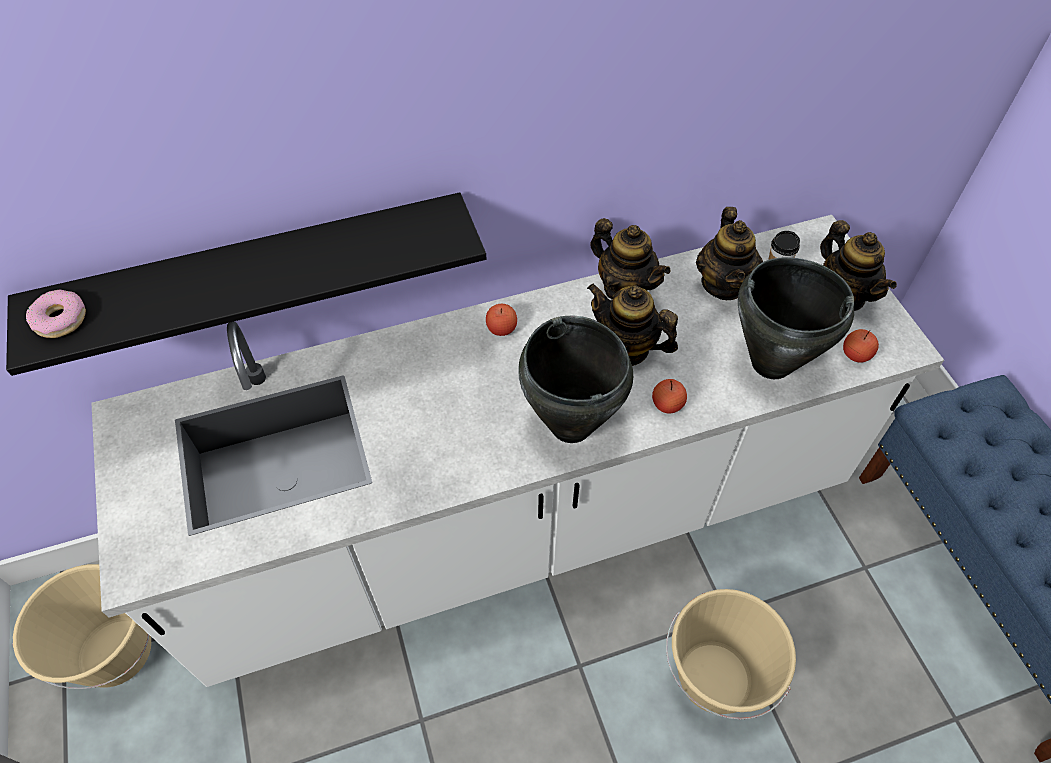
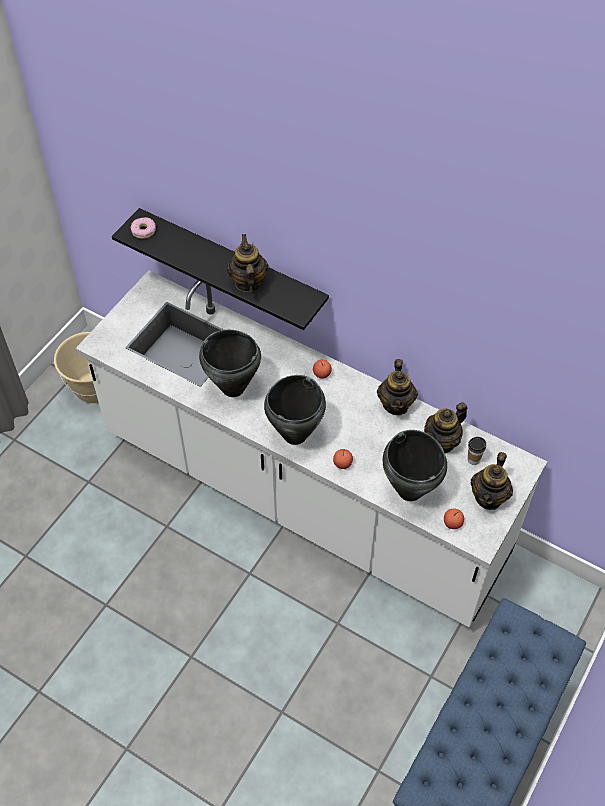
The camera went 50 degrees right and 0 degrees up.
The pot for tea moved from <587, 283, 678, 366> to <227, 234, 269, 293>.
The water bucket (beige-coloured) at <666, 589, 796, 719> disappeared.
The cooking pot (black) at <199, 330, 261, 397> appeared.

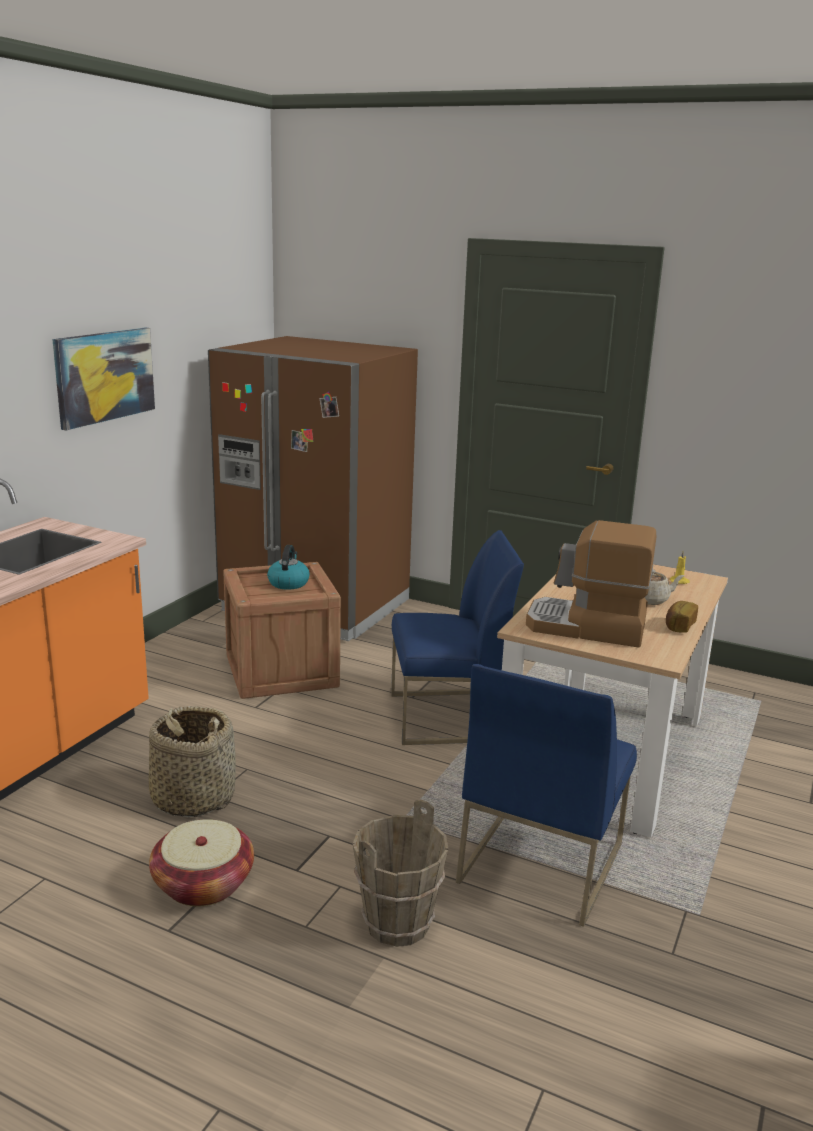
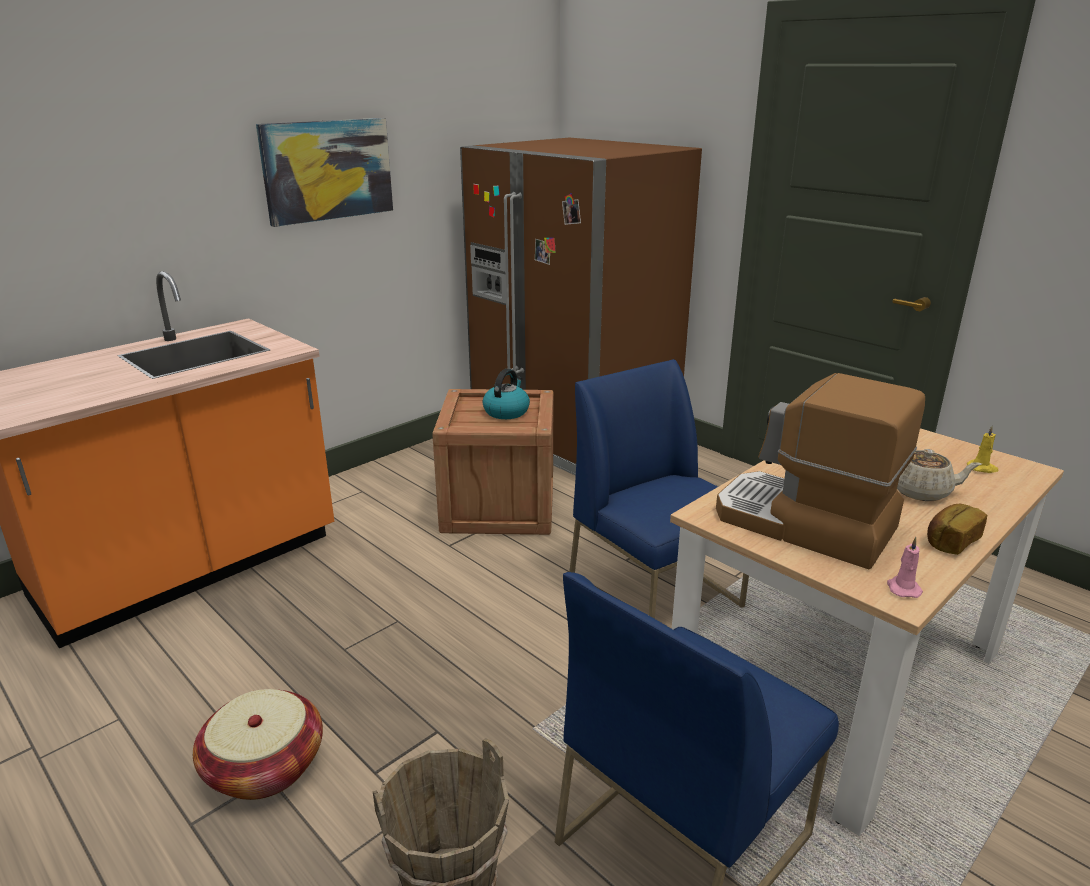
The camera went 20 degrees right and 5 degrees up.
The upright chair (blue-coloured) at <391, 530, 524, 745> turned 135 degrees counterclockwise.
The basket at <149, 706, 236, 817> disappeared.
The candle (pink-coloured) at <887, 537, 923, 598> appeared.

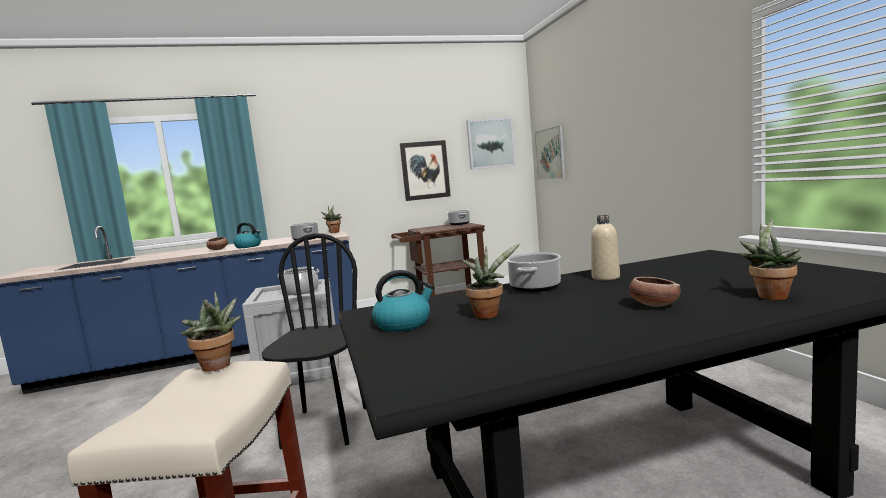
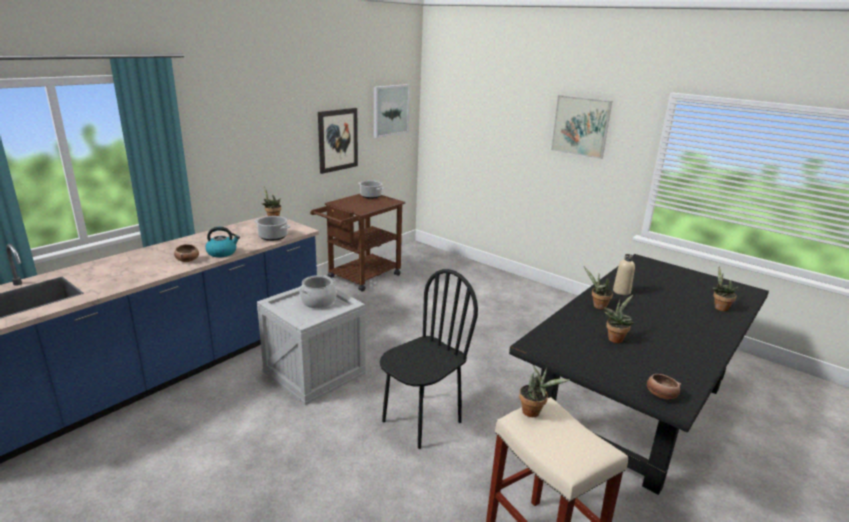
The camera went 35 degrees left and 15 degrees up.
The wall picture moved from <535, 125, 565, 180> to <551, 95, 612, 159>.
The upright chair (black) at <262, 233, 366, 449> turned 75 degrees clockwise.
The cooking pot at <506, 253, 561, 292> was replaced by the houseplant at <584, 267, 613, 310>.
The kettle at <372, 270, 435, 332> disappeared.
The bowl moved from <629, 277, 681, 307> to <647, 374, 681, 399>.

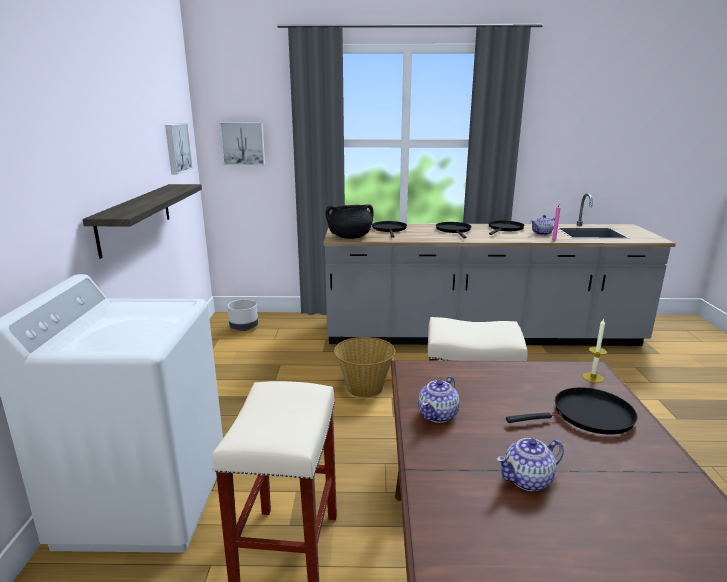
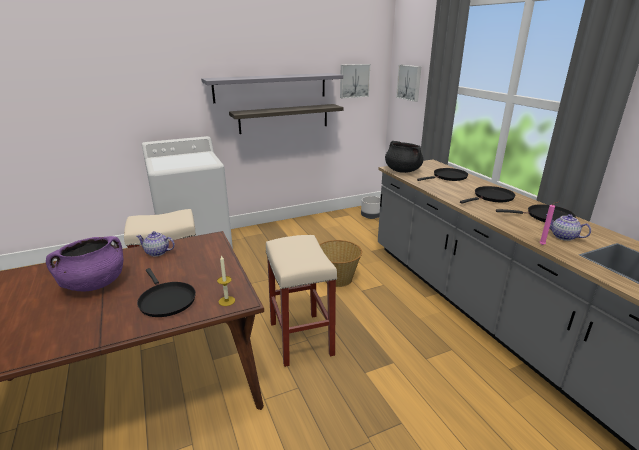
The camera went 65 degrees right and 5 degrees up.
The pot for tea at <497, 438, 564, 491> was replaced by the cooking pot (purple) at <46, 236, 123, 291>.
The wall shelf (gray) at <201, 73, 343, 103> appeared.

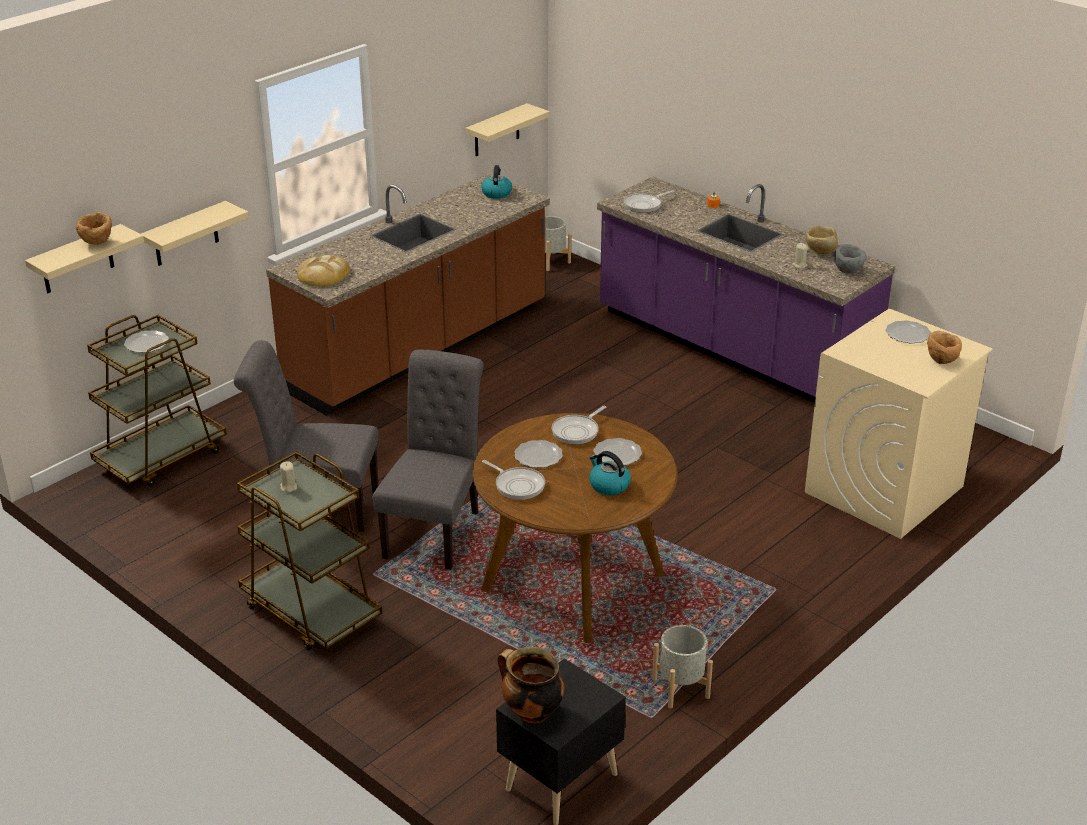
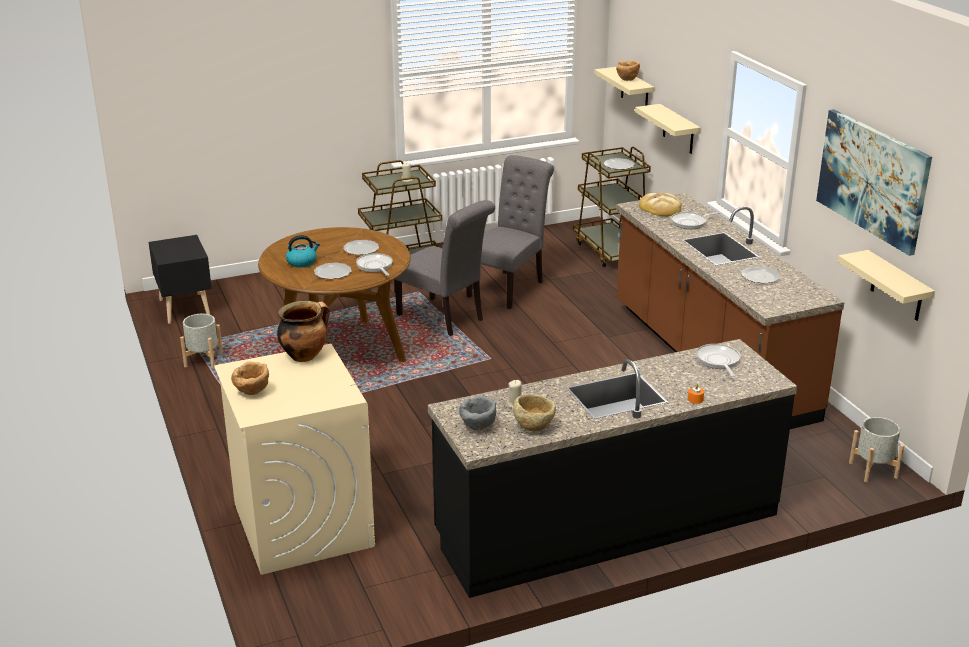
The camera went 115 degrees right and 5 degrees down.
The kettle at <481, 165, 512, 199> disappeared.
The kitchen counter (purple) at <597, 176, 895, 403> became the kitchen counter (black) at <428, 339, 797, 598>.
The plate moved from <885, 320, 931, 344> to <741, 266, 781, 284>.
The frying pan moved from <482, 460, 545, 500> to <671, 212, 721, 229>.
The cooking pot moved from <497, 647, 564, 723> to <277, 301, 330, 362>.
The wall picture at <816, 109, 932, 256> appeared.

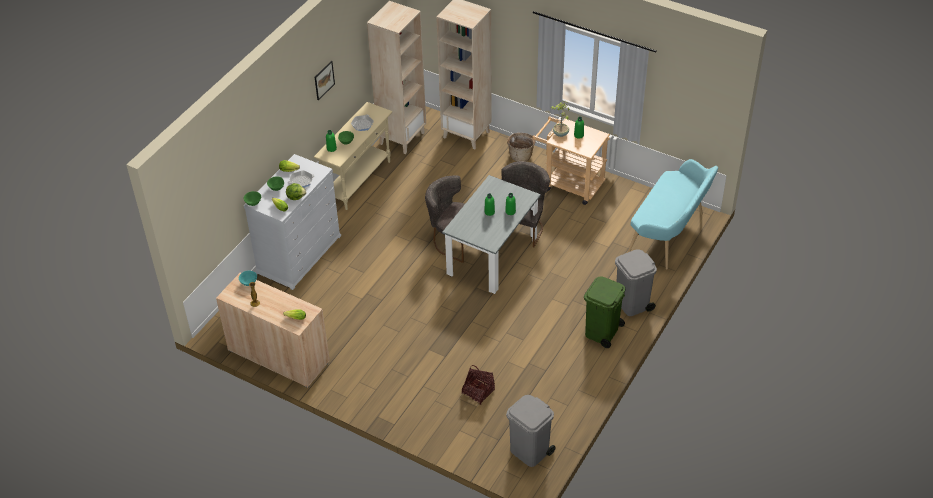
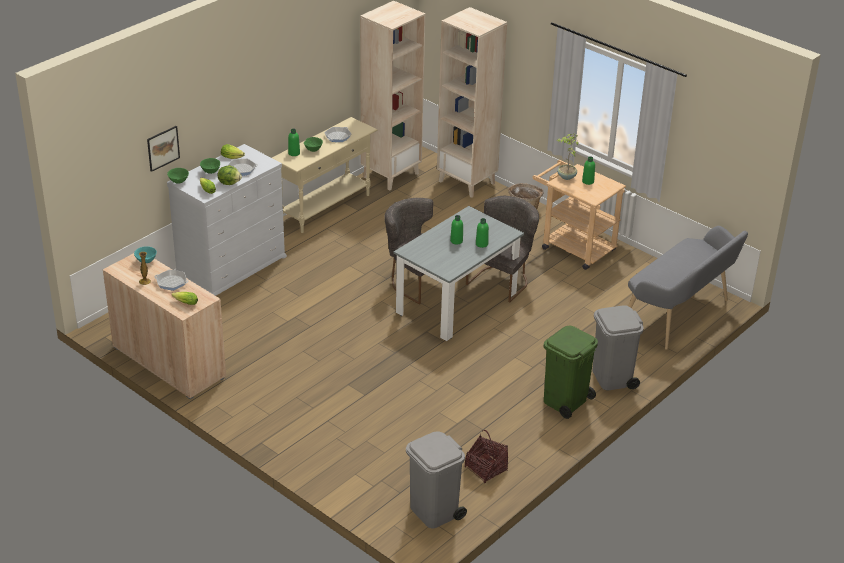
The camera went 10 degrees right and 10 degrees down.
The wall picture moved from <315, 61, 335, 101> to <147, 126, 180, 172>.
The long seat (blue-green) at <627, 159, 718, 269> became the long seat (gray) at <628, 226, 748, 350>.
The basket moved from <462, 365, 495, 404> to <465, 430, 508, 483>.
The frying pan at <155, 270, 188, 291> appeared.

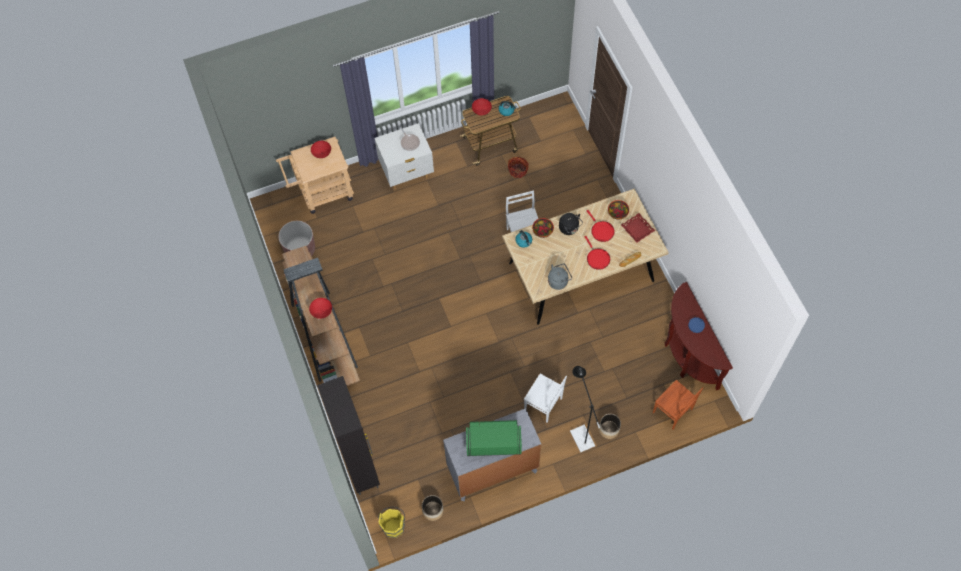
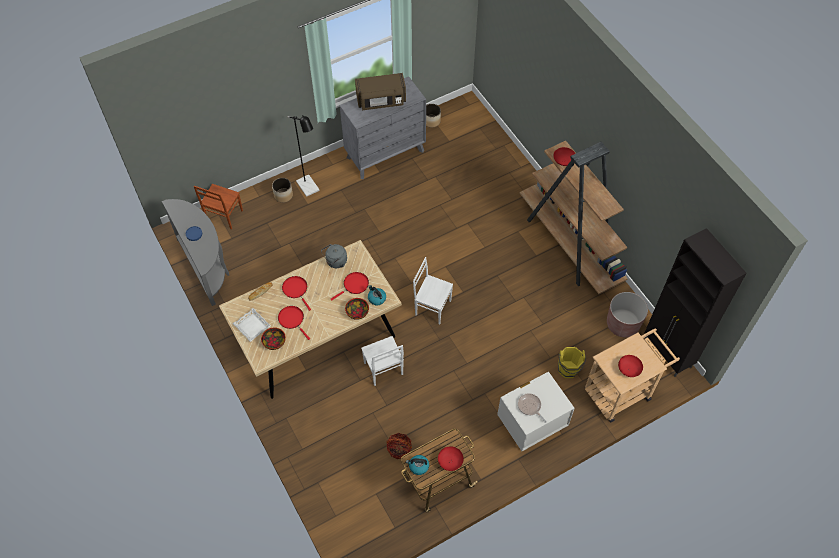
The camera went 170 degrees right and 5 degrees down.
The kettle (black) at <559, 213, 583, 235> disappeared.
The carrying tray (reddish) at <621, 213, 655, 243> became the carrying tray (white) at <233, 308, 271, 342>.
The console table (brownish) at <665, 282, 733, 390> became the console table (gray) at <162, 199, 229, 306>.
The upright chair (white) moved from <524, 374, 567, 423> to <413, 257, 453, 324>.
The storage cabinet (black) moved from <317, 376, 380, 495> to <645, 228, 747, 377>.
The upright chair (brownish) at <653, 380, 704, 430> turned 105 degrees counterclockwise.
The microwave (greenish) at <466, 420, 522, 456> became the microwave (brownish) at <355, 73, 406, 110>.
The water bucket (yellow) moved from <378, 507, 405, 538> to <558, 347, 586, 378>.
The frying pan (reddish) at <330, 272, 369, 301> appeared.

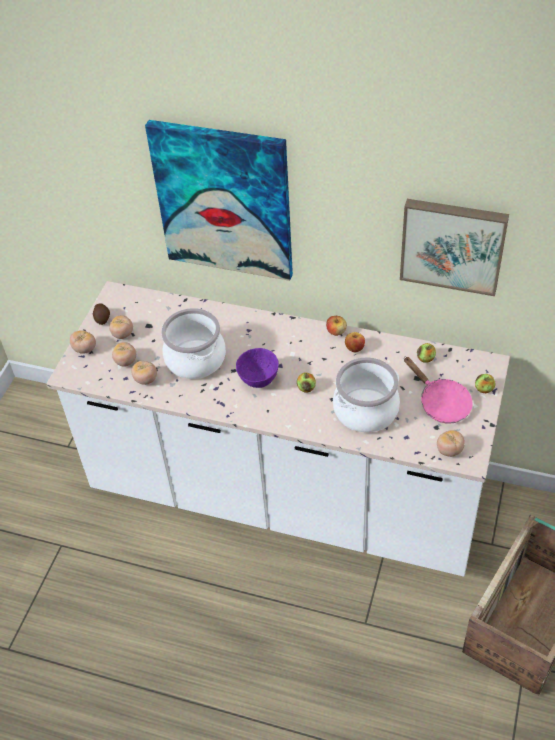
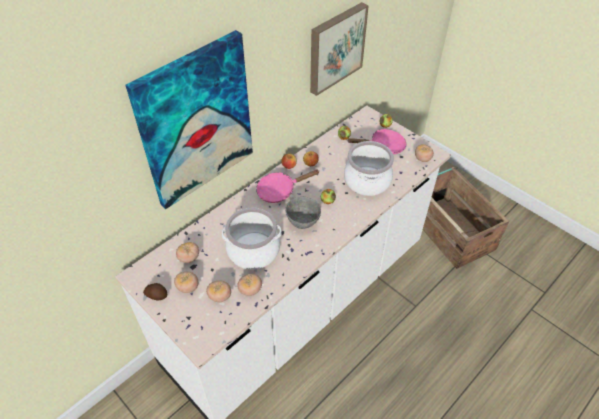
The camera went 65 degrees left and 0 degrees up.
The whole tomato moved from <70, 330, 96, 354> to <176, 242, 199, 263>.
The bowl (purple) at <236, 348, 279, 388> became the bowl (gray) at <285, 197, 321, 229>.
The frying pan (pink-coloured) at <256, 170, 320, 203> appeared.

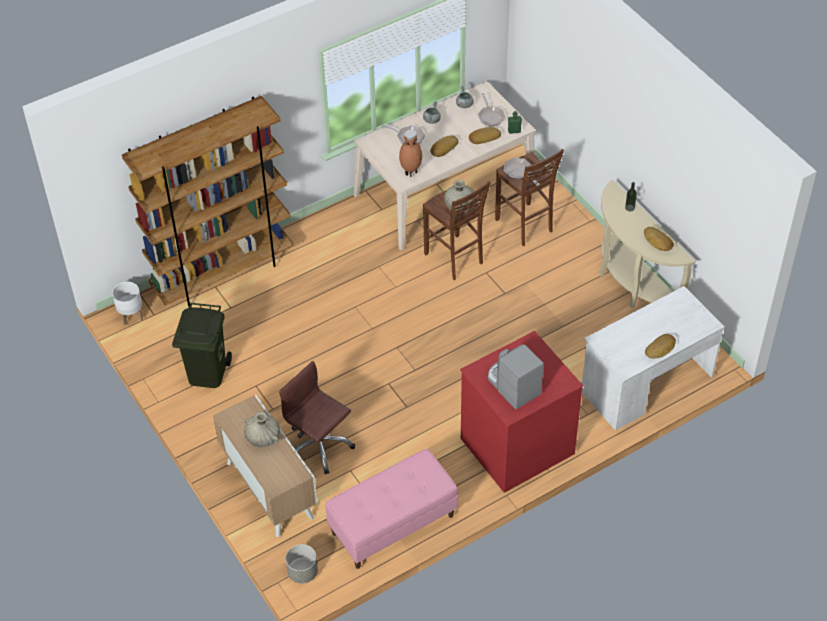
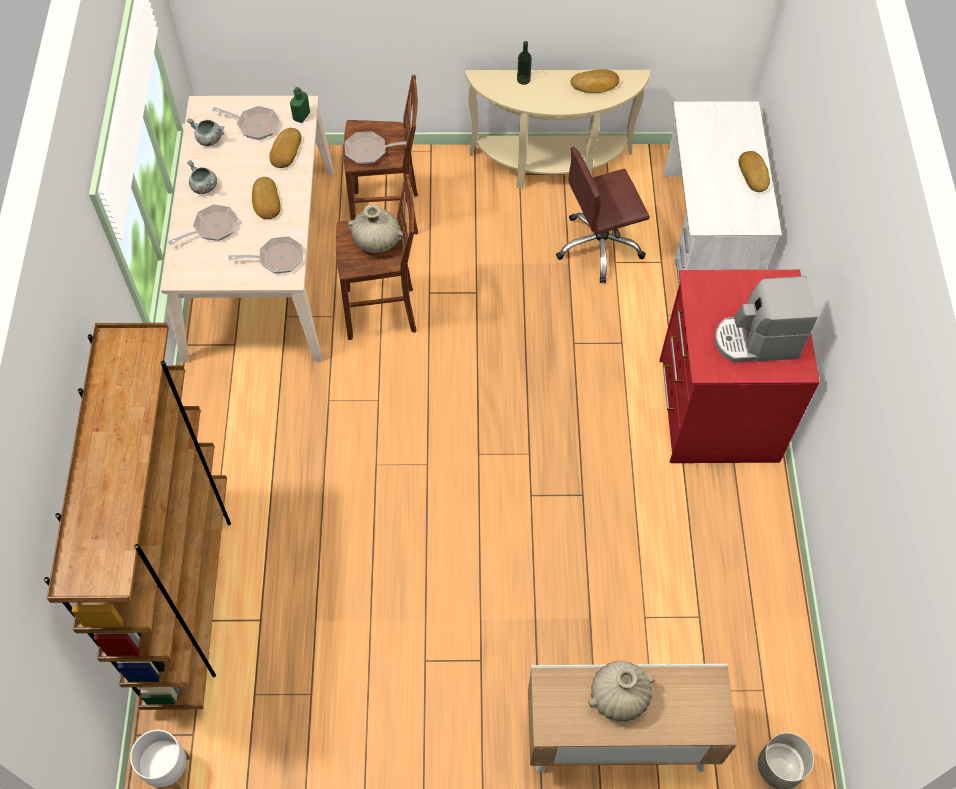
The camera went 60 degrees left and 10 degrees up.
The decorative vase (brownish) at <399, 130, 422, 177> was replaced by the frying pan at <228, 236, 303, 273>.
The trash can (greenish) at <172, 303, 232, 388> disappeared.
The computer chair (brownish) moved from <279, 361, 355, 474> to <556, 147, 650, 283>.
The long seat (pink-coloured) at <326, 449, 458, 569> disappeared.

